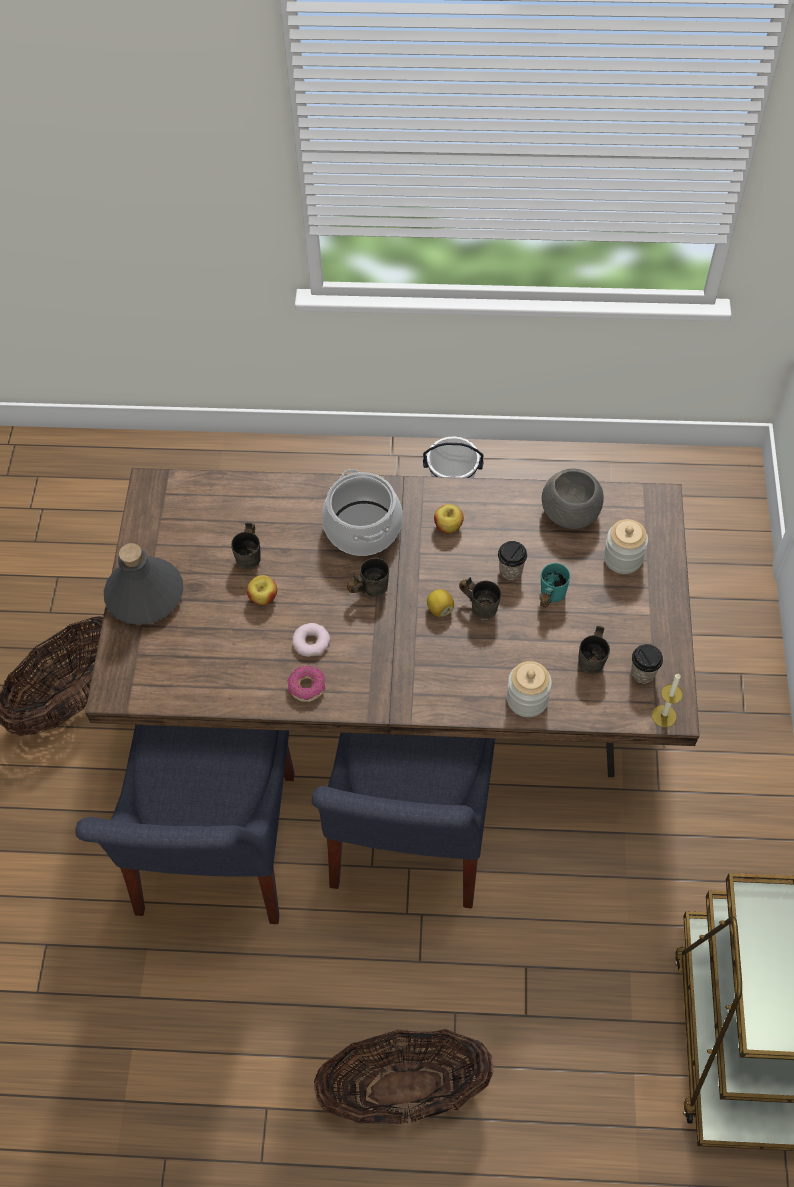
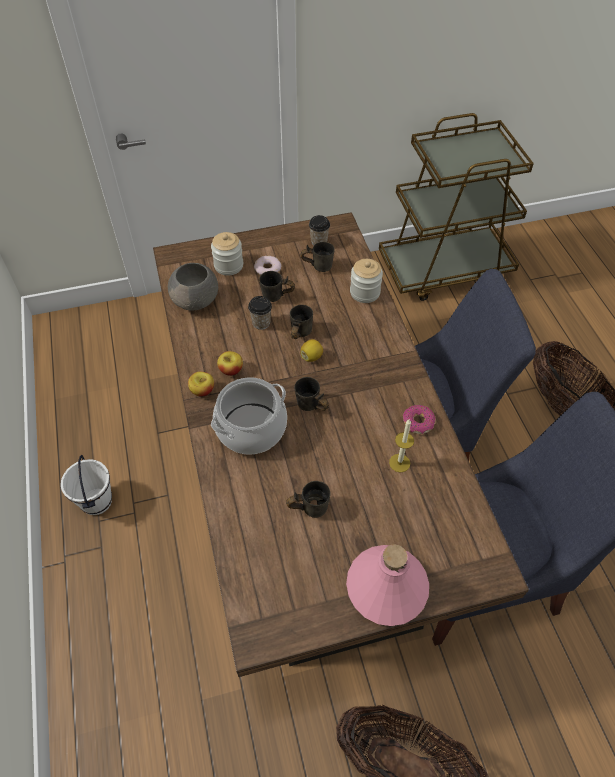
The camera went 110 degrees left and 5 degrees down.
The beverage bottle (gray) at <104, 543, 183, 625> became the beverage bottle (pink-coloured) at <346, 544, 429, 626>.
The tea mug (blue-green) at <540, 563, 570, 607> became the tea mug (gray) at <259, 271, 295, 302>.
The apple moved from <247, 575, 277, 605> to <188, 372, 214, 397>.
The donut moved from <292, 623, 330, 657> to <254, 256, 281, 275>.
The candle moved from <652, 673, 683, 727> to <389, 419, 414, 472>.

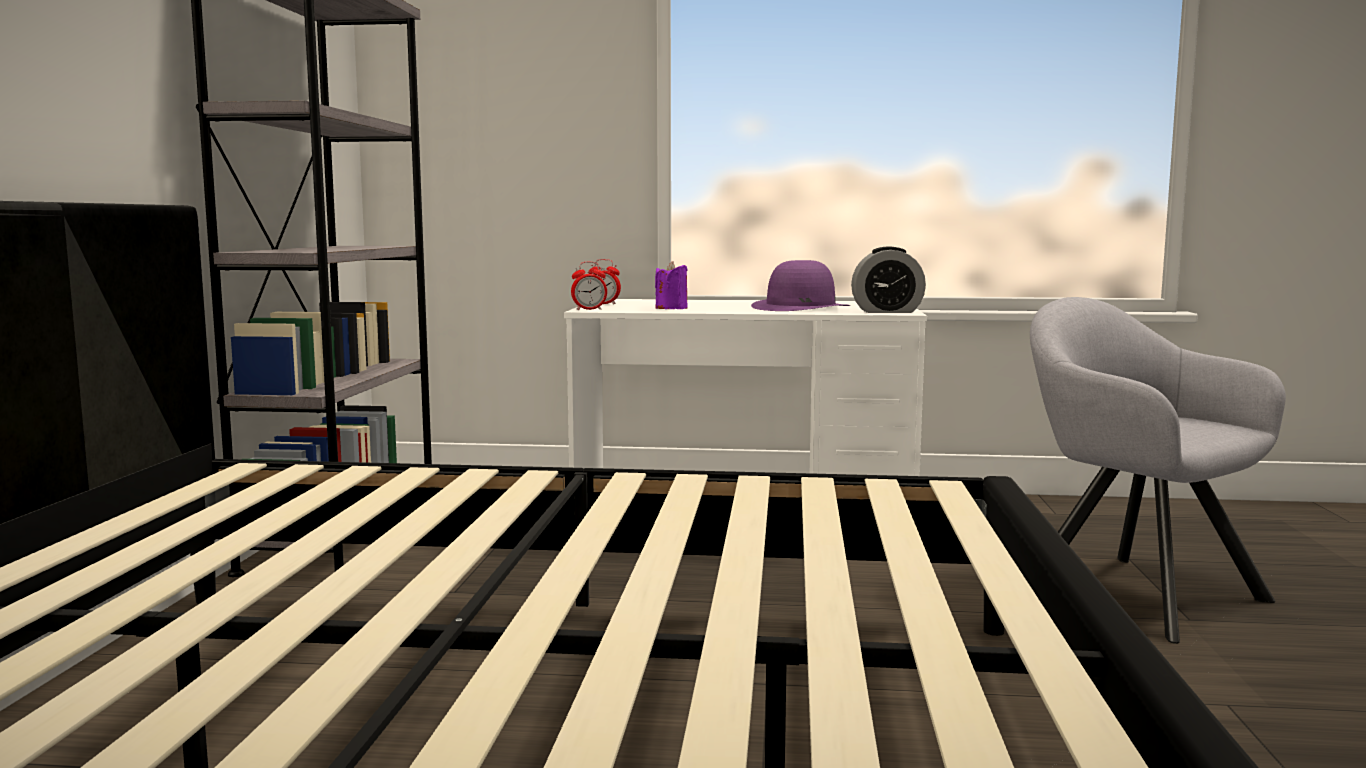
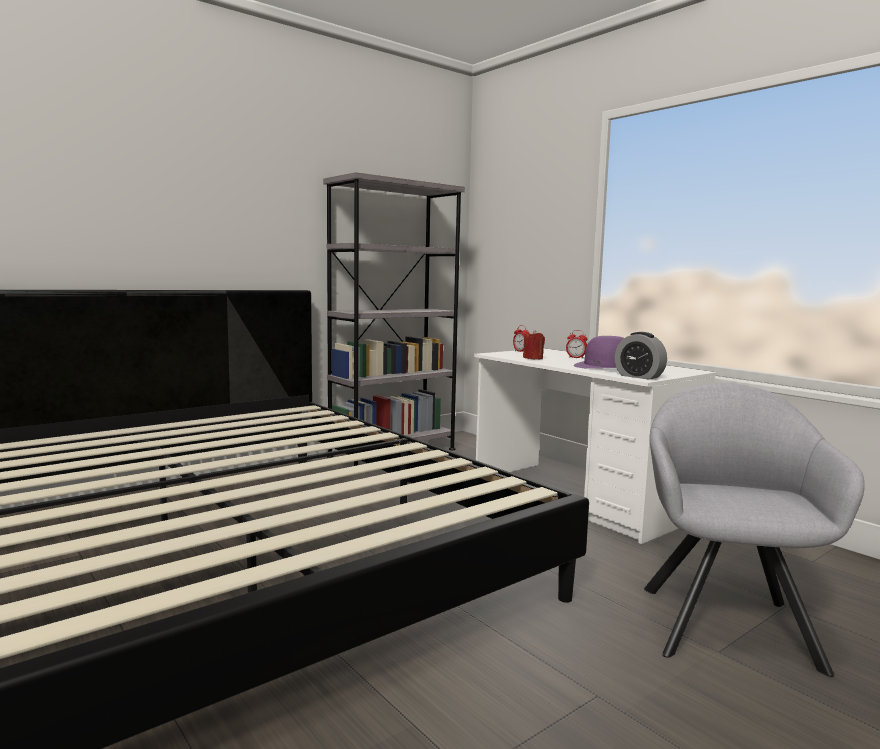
The camera went 45 degrees right and 0 degrees up.
The candle (purple) at <655, 261, 688, 309> became the candle (reddish) at <523, 330, 545, 359>.
The table clock moved from <571, 262, 607, 310> to <566, 330, 587, 359>.

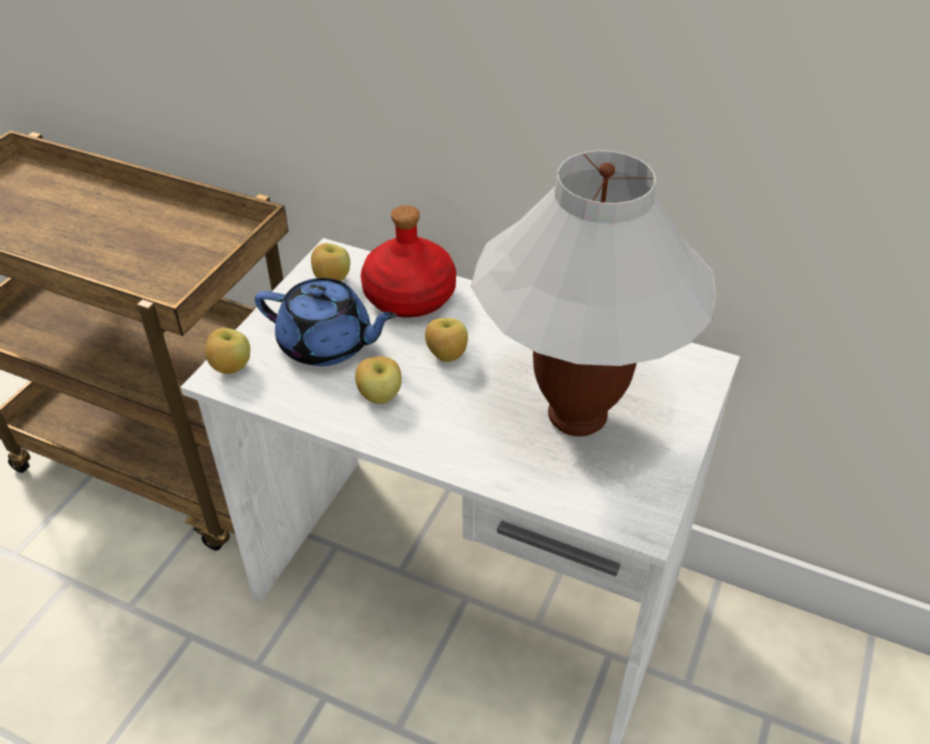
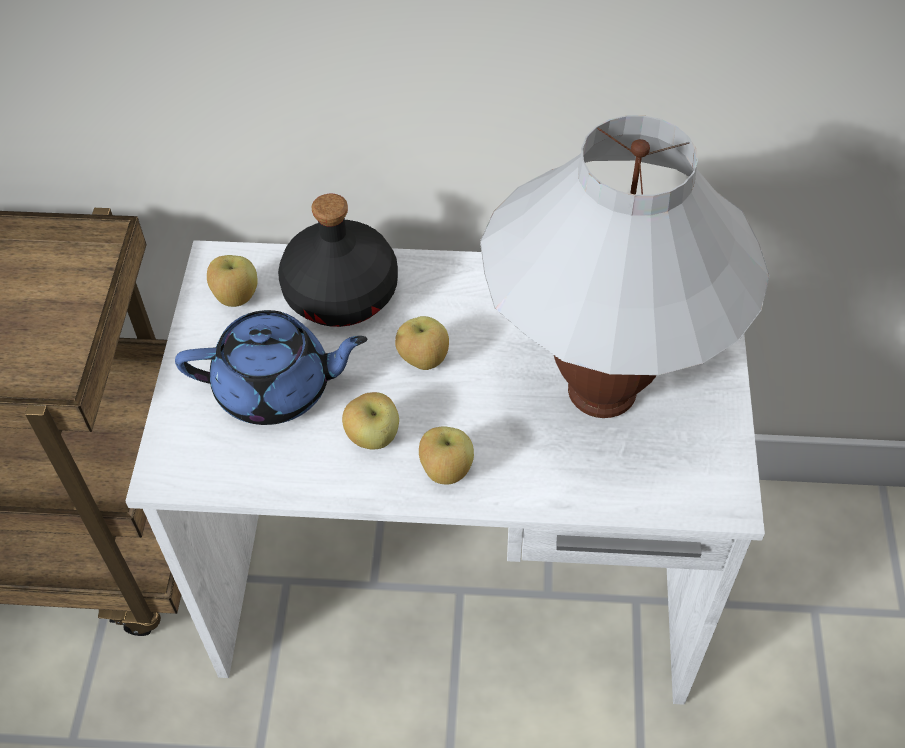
The camera went 20 degrees left and 10 degrees up.
The beverage bottle (reddish) at <361, 205, 456, 318> became the beverage bottle (black) at <278, 194, 398, 327>.
The apple moved from <205, 328, 250, 374> to <419, 426, 474, 485>.

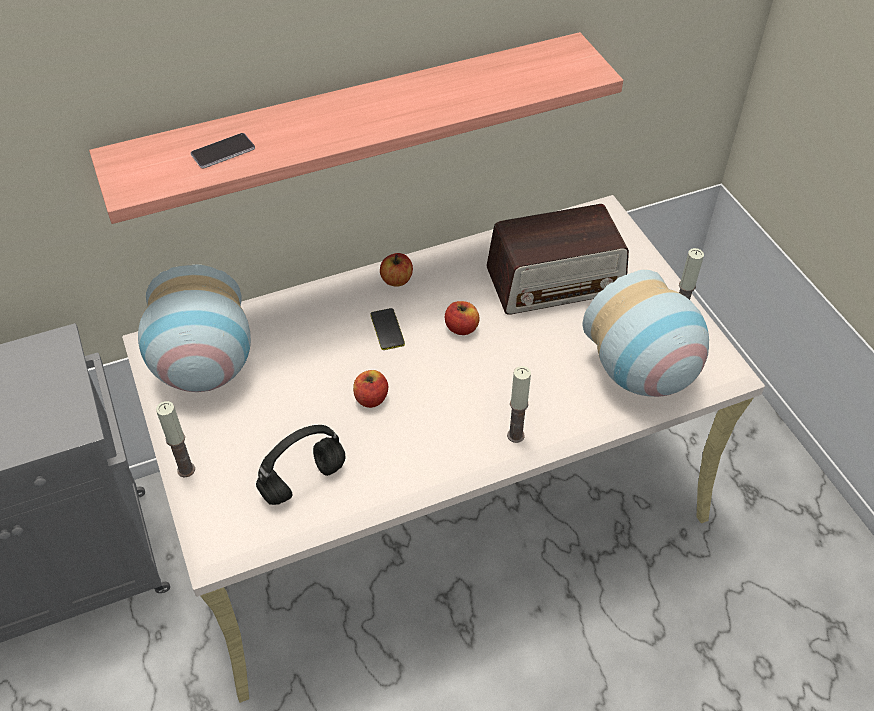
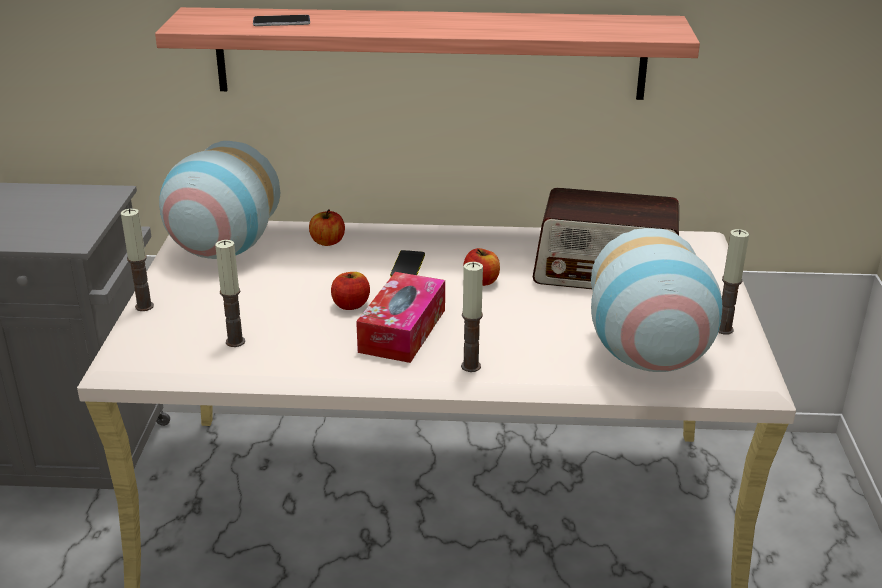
The camera went 25 degrees right and 20 degrees down.
The apple moved from <380, 253, 413, 287> to <309, 209, 345, 246>.
The headphones (black) at <256, 425, 346, 505> was replaced by the candle at <215, 240, 245, 347>.
The tissue holder at <356, 272, 445, 363> appeared.

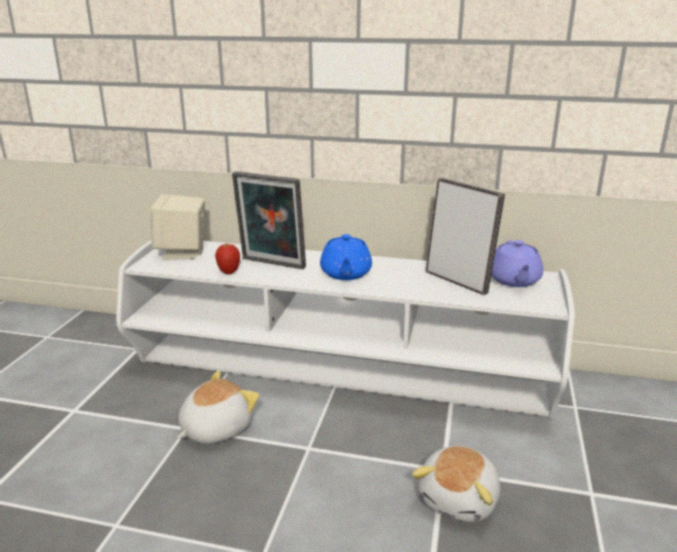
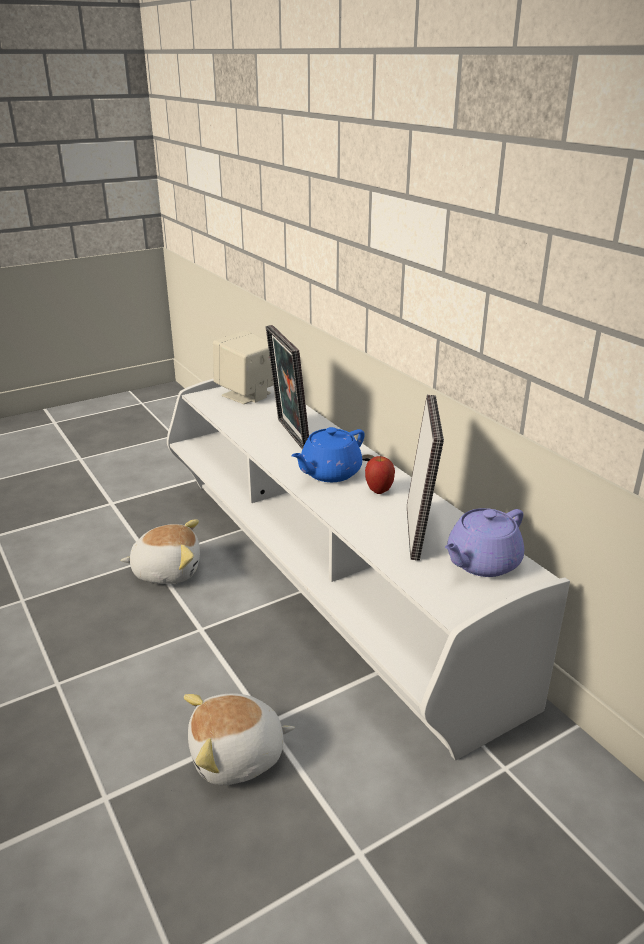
The camera went 45 degrees right and 5 degrees up.
The apple moved from <215, 244, 240, 274> to <365, 456, 395, 494>.

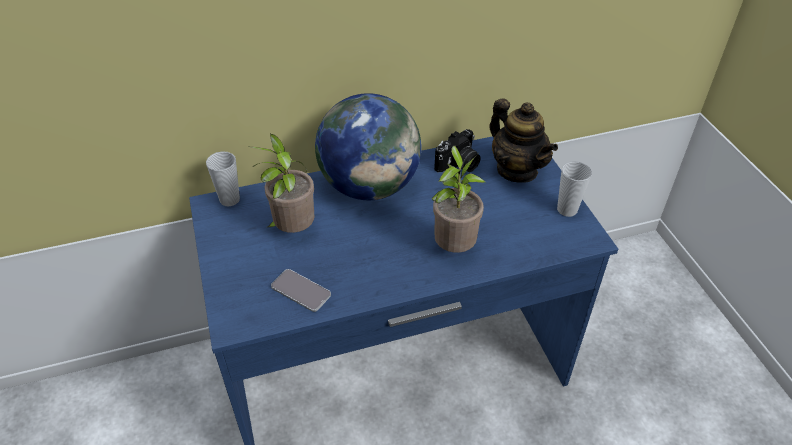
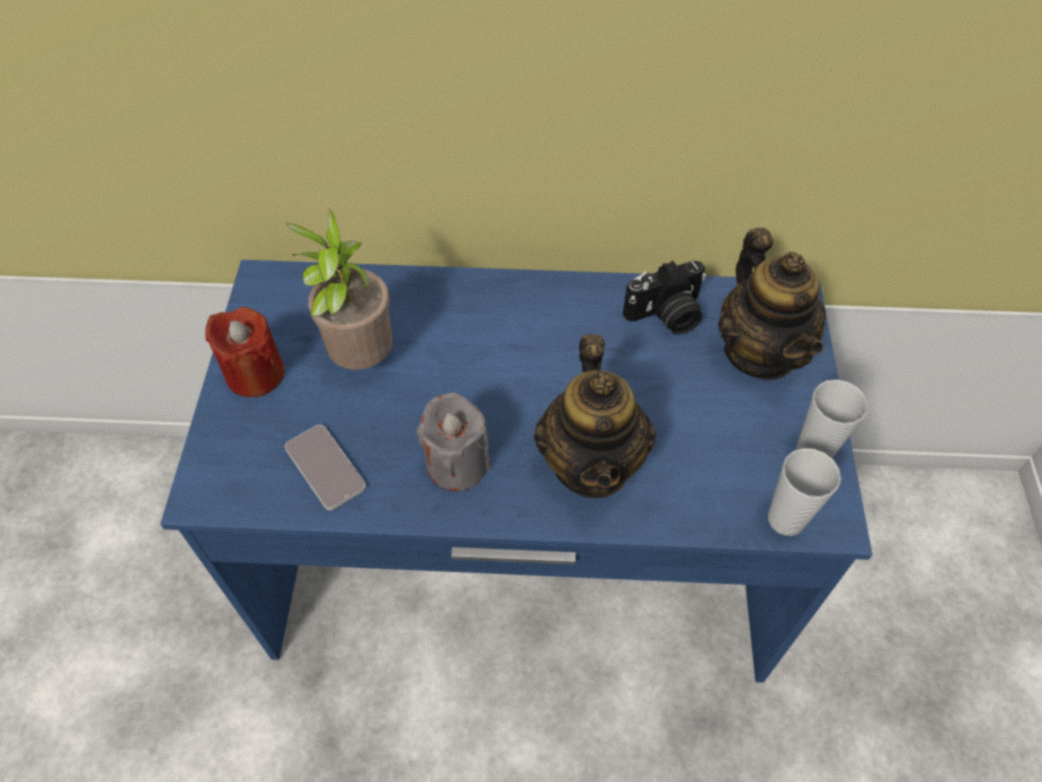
The camera went 20 degrees right and 10 degrees up.
The desk globe at <315, 93, 422, 200> disappeared.
The houseplant at <432, 146, 485, 253> was replaced by the pot for tea at <534, 334, 656, 499>.
The small cup moved from <206, 151, 240, 206> to <768, 448, 841, 536>.
The candle (reddish) at <205, 307, 284, 397> appeared.
The candle (gray) at <416, 392, 491, 491> appeared.

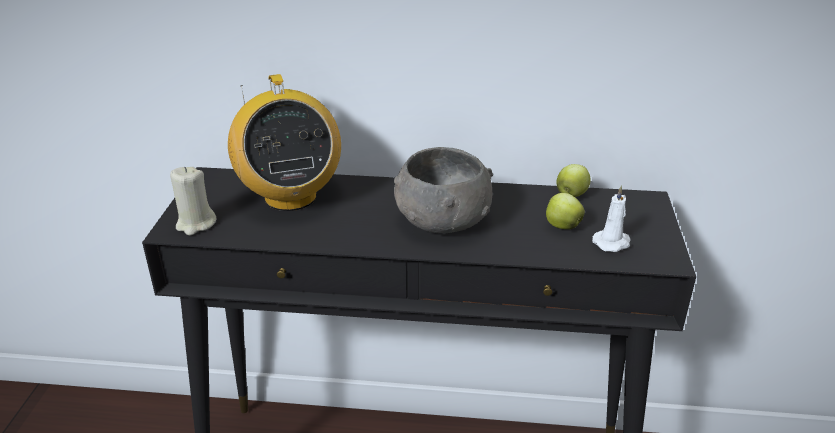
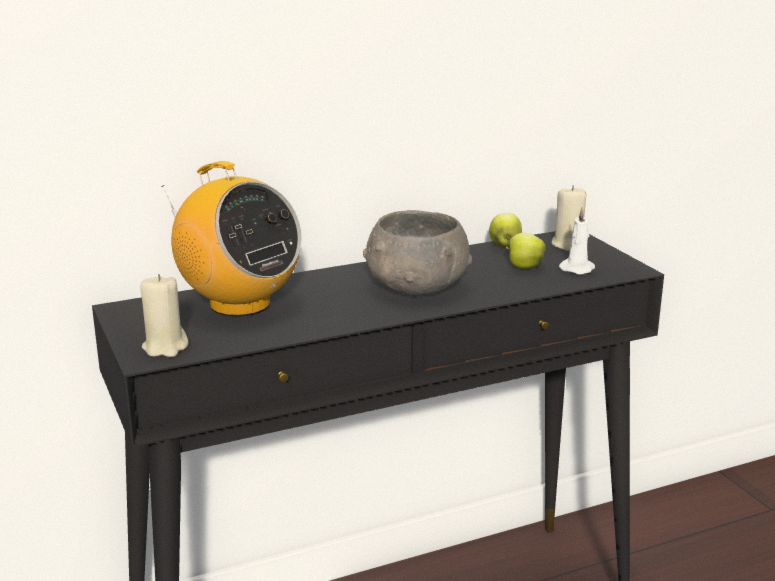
The camera went 30 degrees left and 10 degrees down.
The candle (beige-coloured) at <552, 185, 587, 251> appeared.

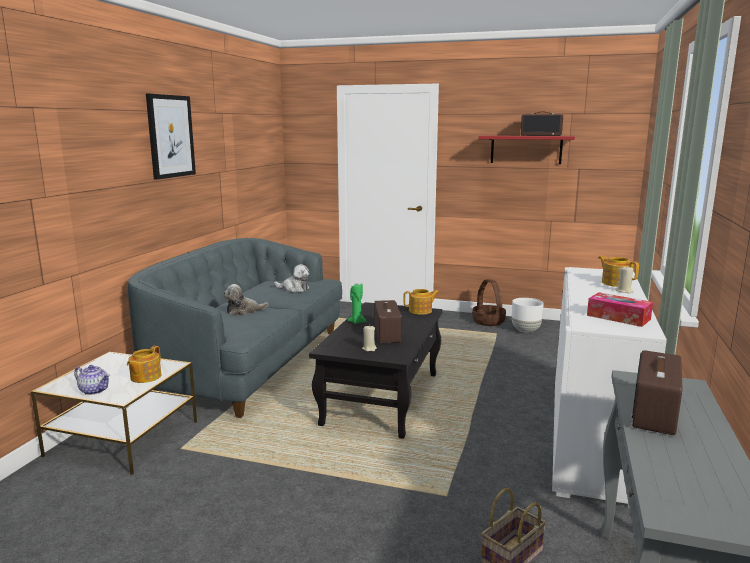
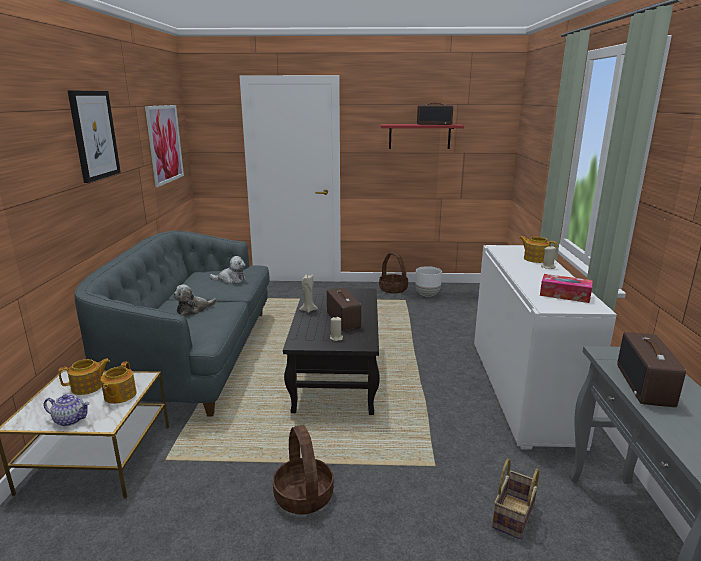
The camera went 15 degrees left and 5 degrees up.
The candle (greenish) at <347, 283, 366, 324> became the candle (beige-coloured) at <299, 274, 318, 313>.
The pot for tea moved from <403, 289, 439, 315> to <58, 359, 110, 395>.
The wall picture at <145, 105, 184, 187> appeared.
The basket at <273, 425, 334, 515> appeared.

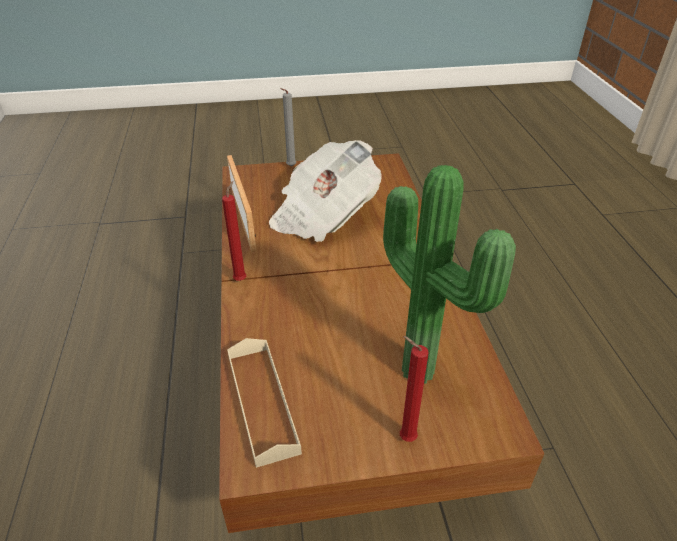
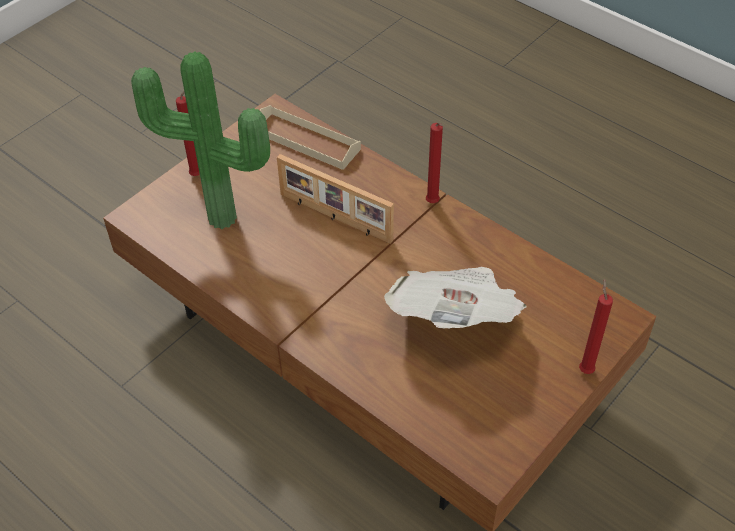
The camera went 140 degrees right and 10 degrees up.
The candle (gray) at <281, 88, 296, 167> became the candle (reddish) at <579, 279, 613, 374>.
The standing frame moved from <227, 155, 256, 252> to <277, 154, 394, 244>.

